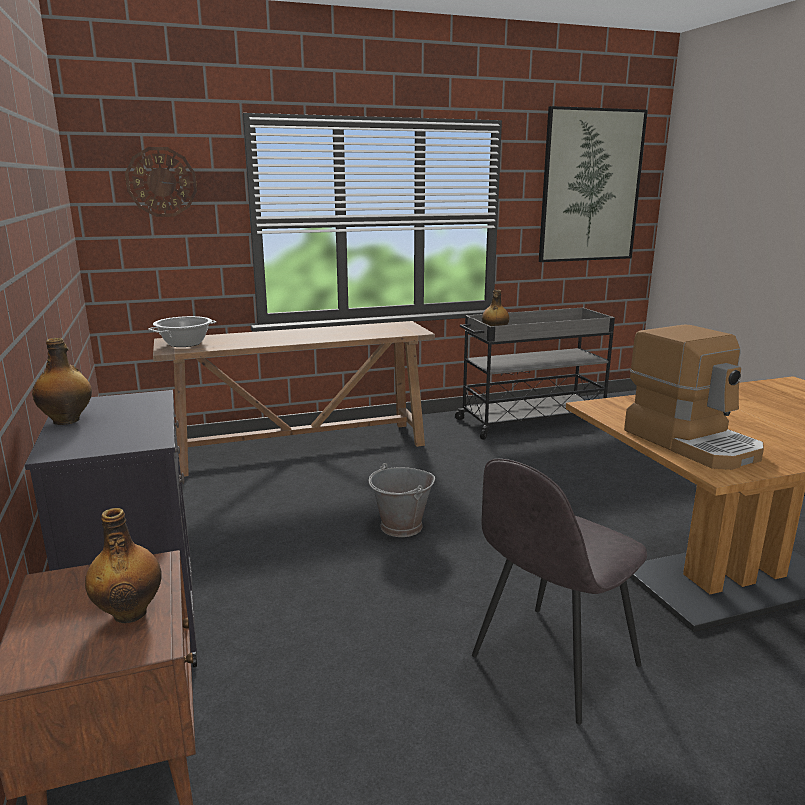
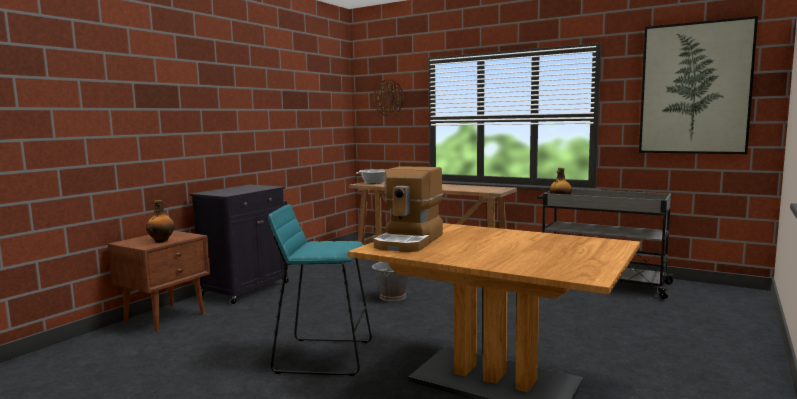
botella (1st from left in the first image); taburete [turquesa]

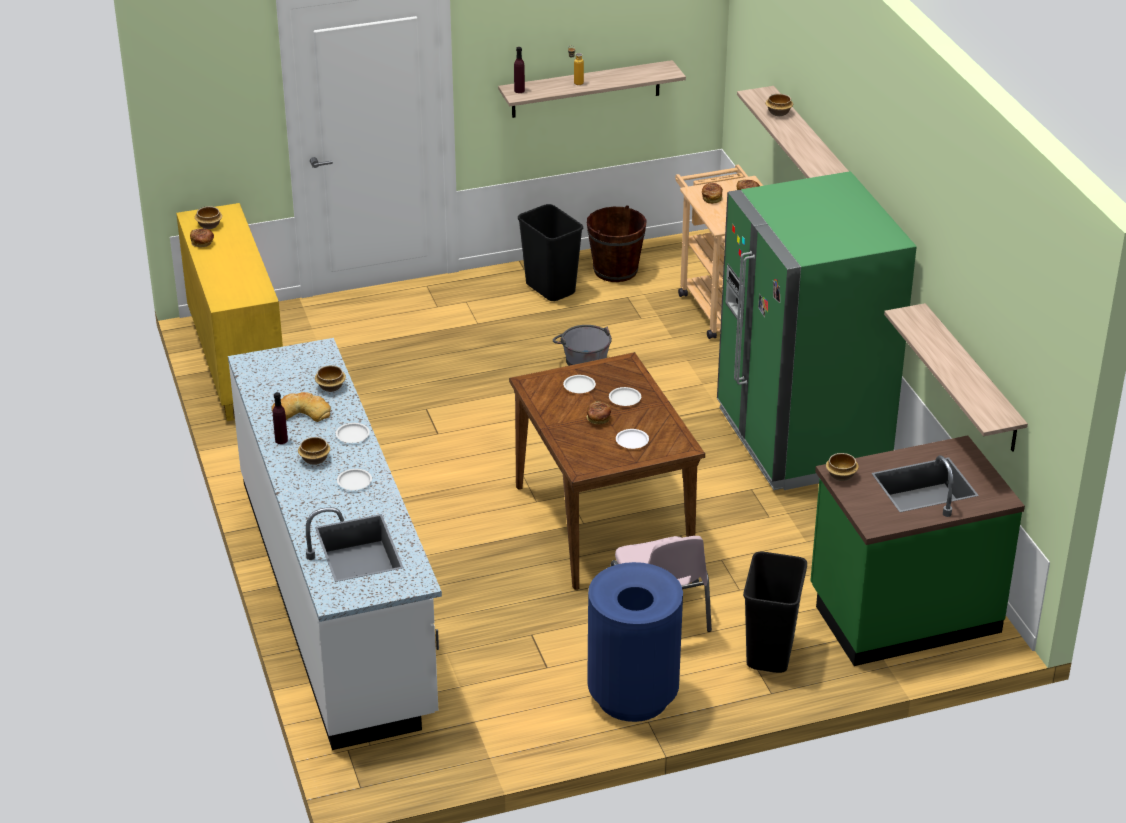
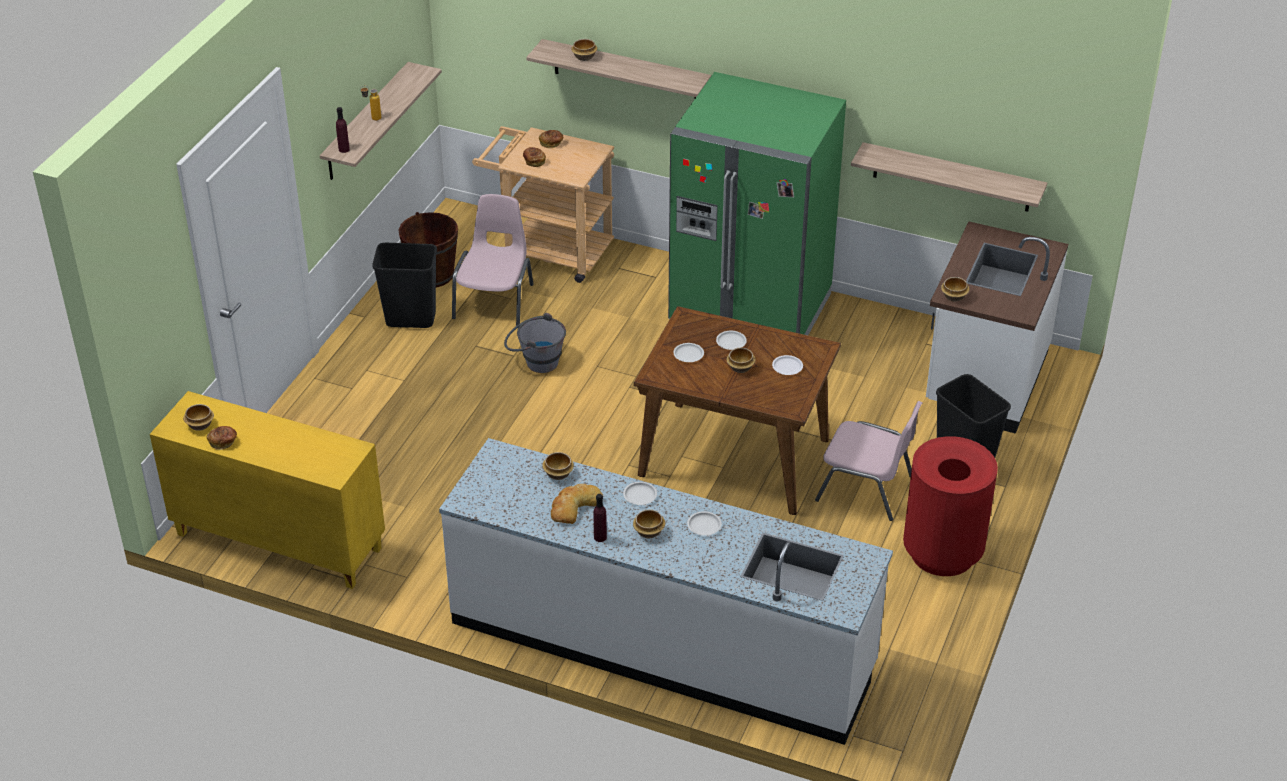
cuenco (5th from left); mueble bajo de cocina [blanco] (2nd from left); papelera [rojo]; silla [rosa] (1st from left)

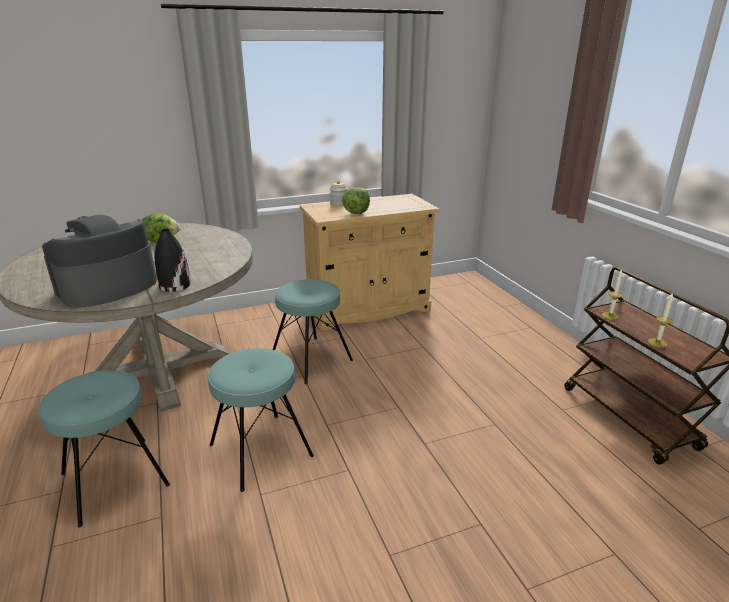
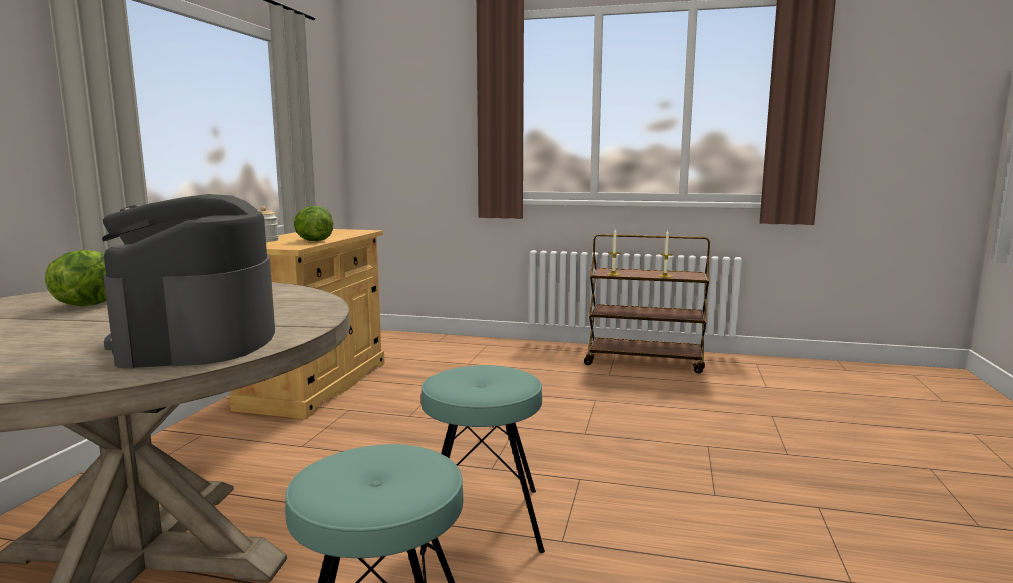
florero [negro]; taburete [turquesa] (3rd from left in the first image)

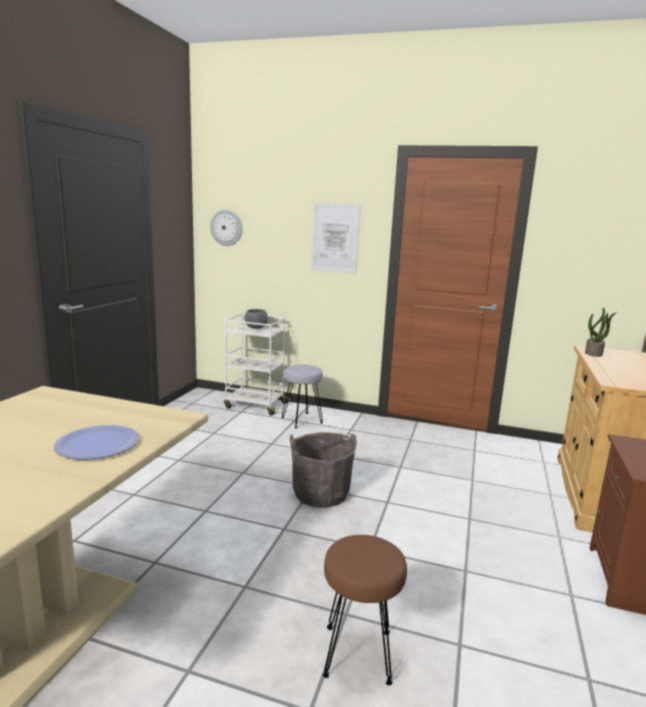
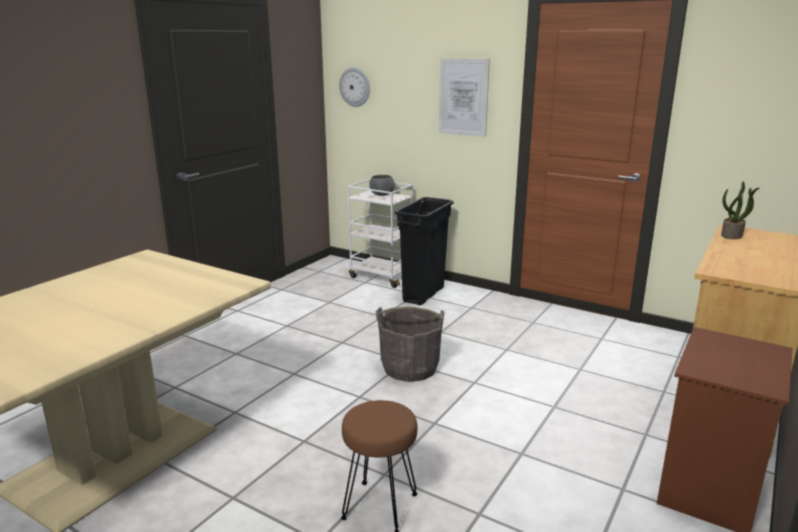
papelera [negro]; plato

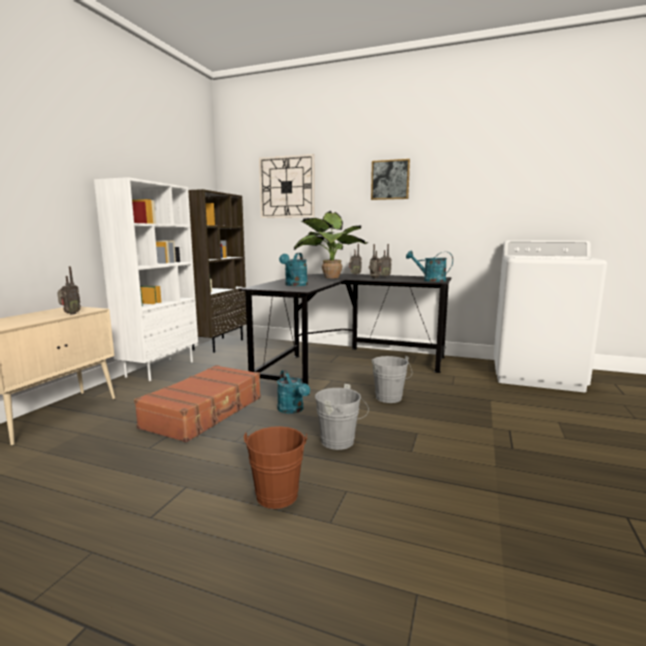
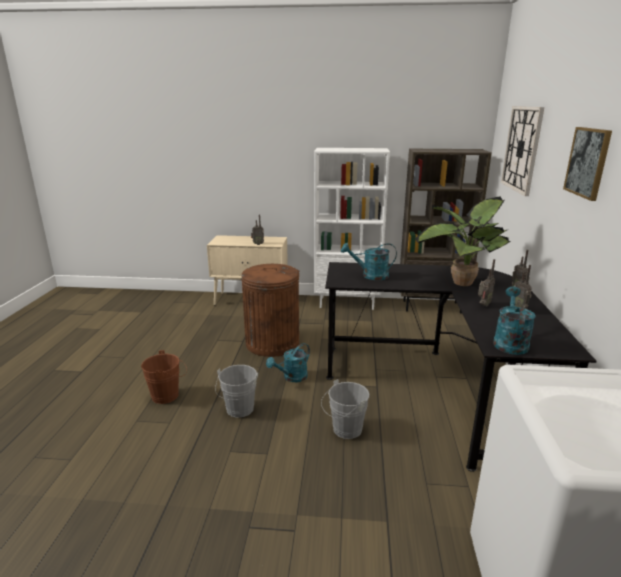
papelera [marrón]

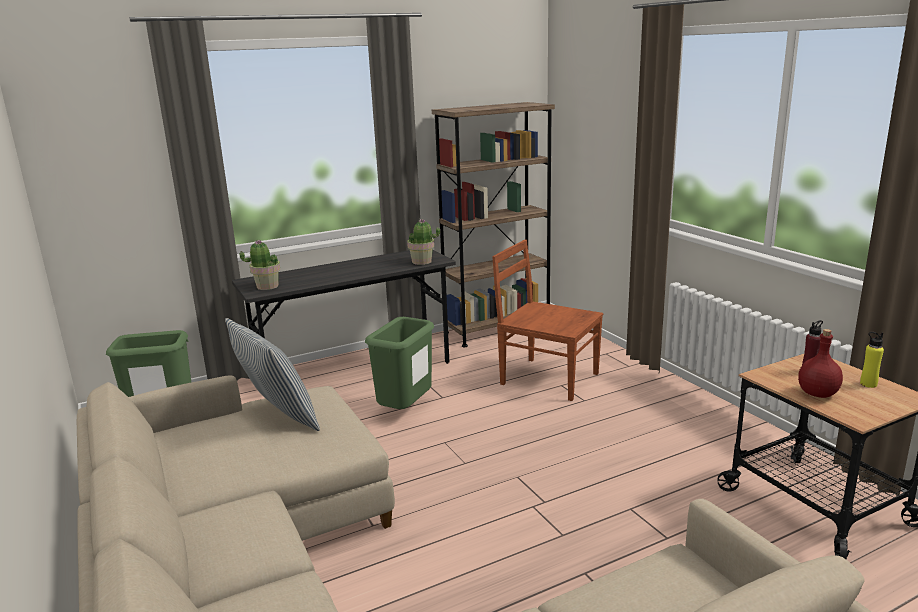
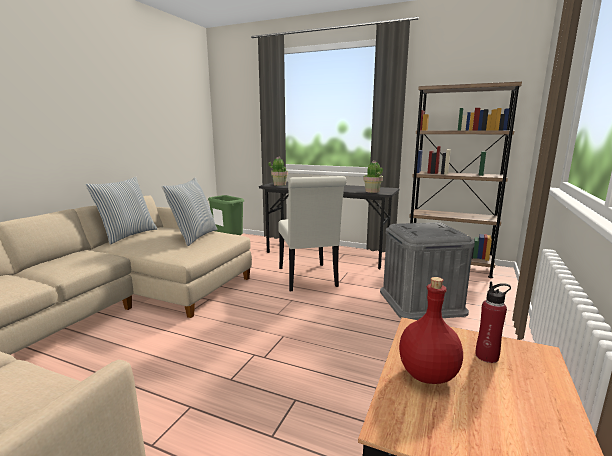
caja de almacenaje [gris]; silla [blanco]; botella [amarillo]; cojín (1st from left)

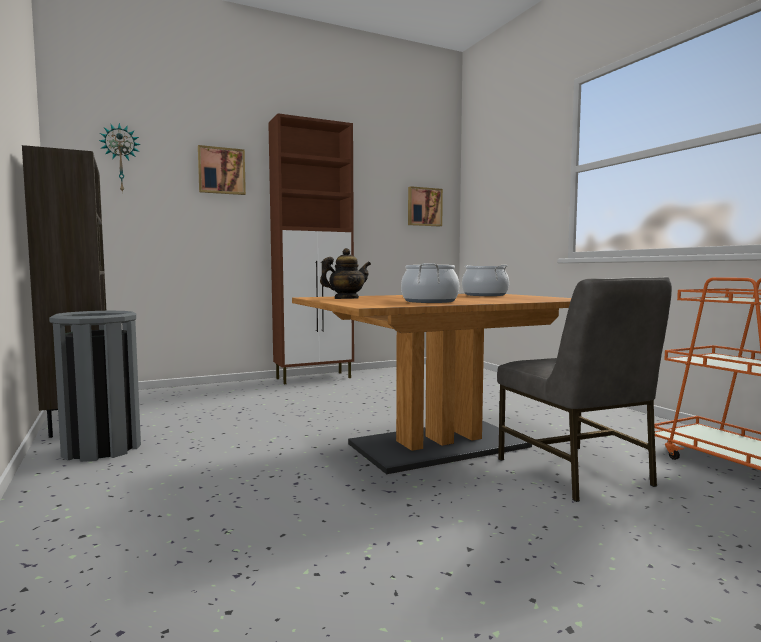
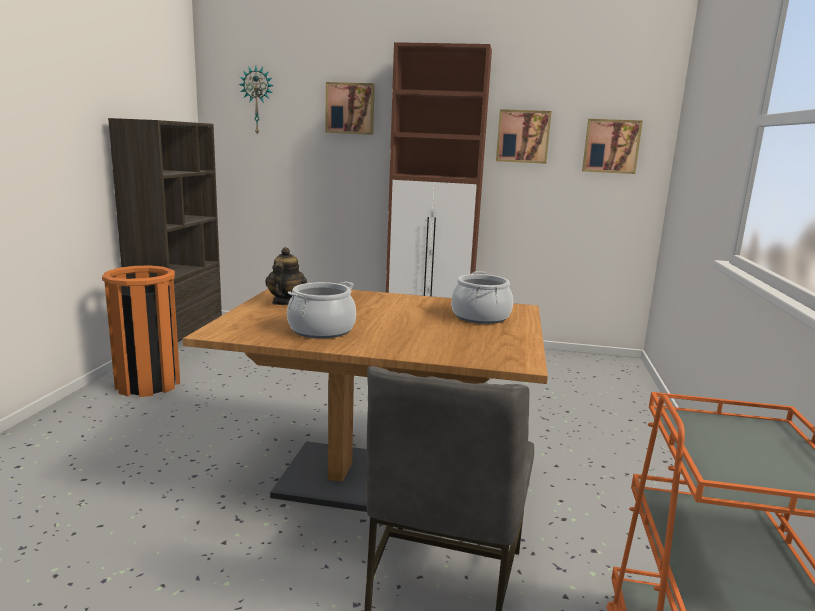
tetera; papelera [naranja]; cuadro (2nd from left)

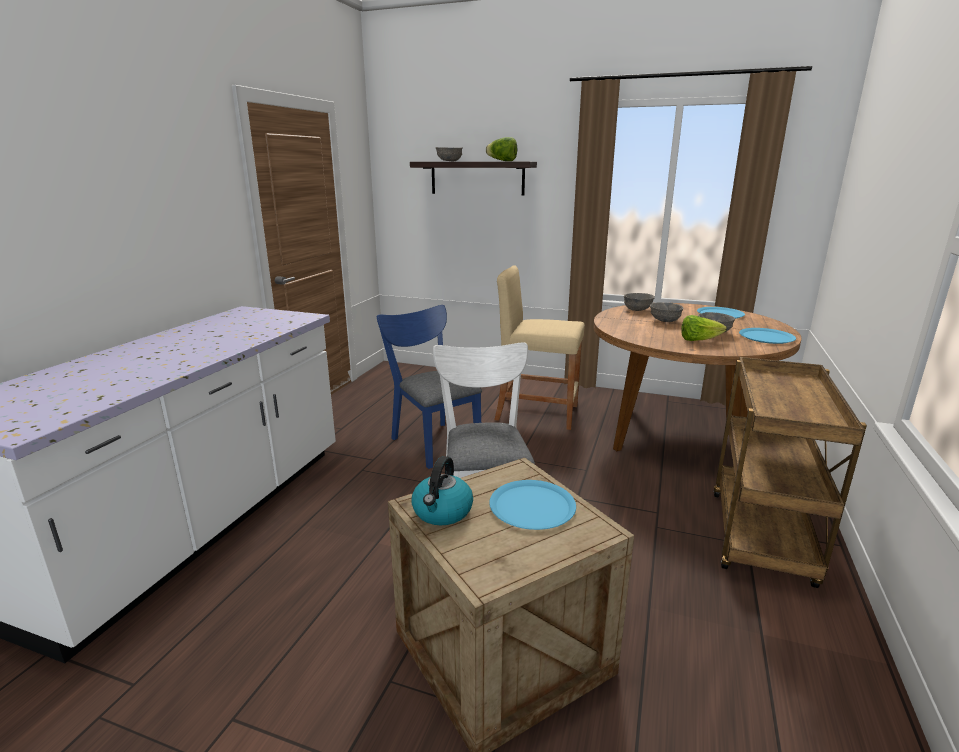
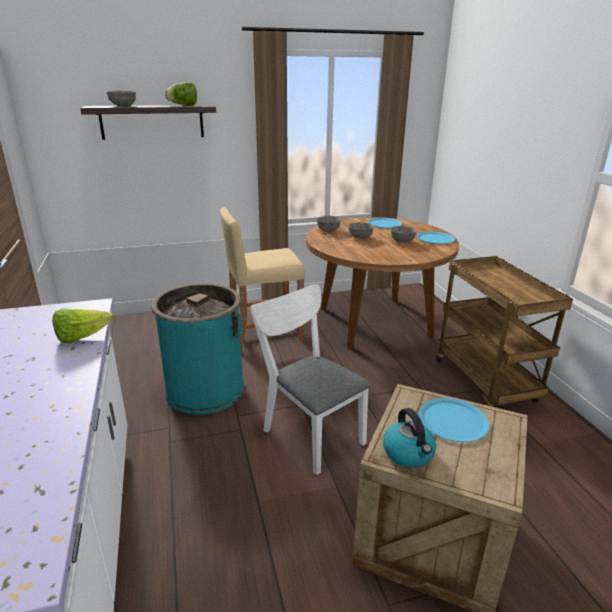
papelera [turquesa]; lechuga (1st from left)

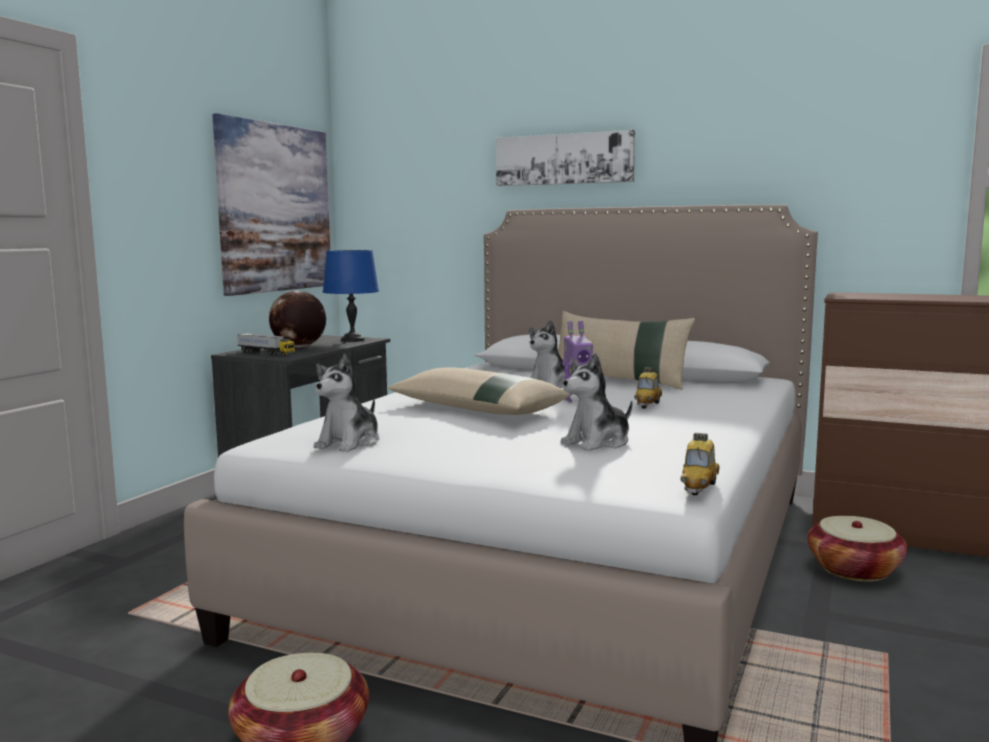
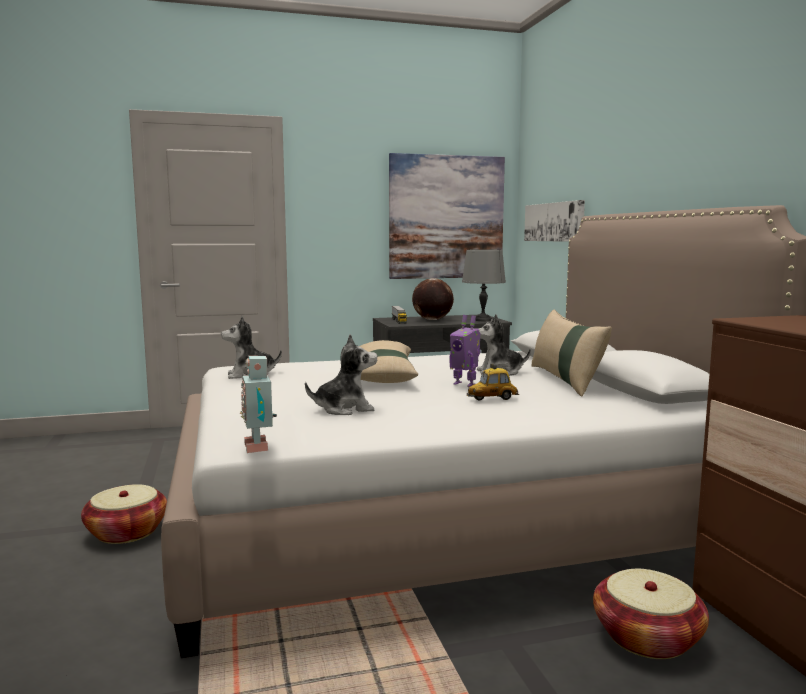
cuadro (2nd from left); lámpara de mesa [gris]; peluche (2nd from left); robot de juguete (1st from left)

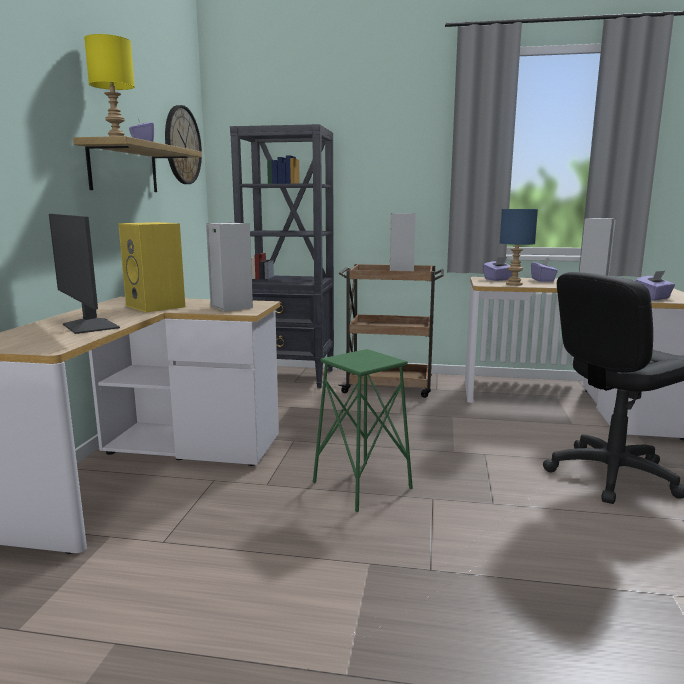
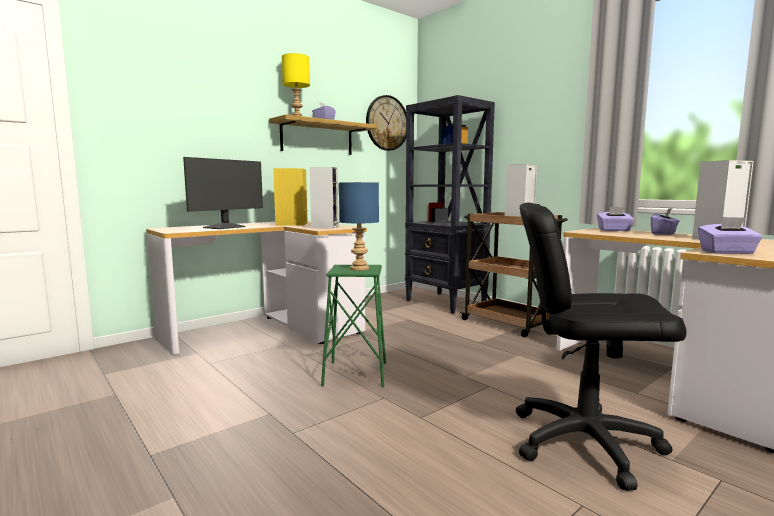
lámpara de mesa [azul]; monitor

